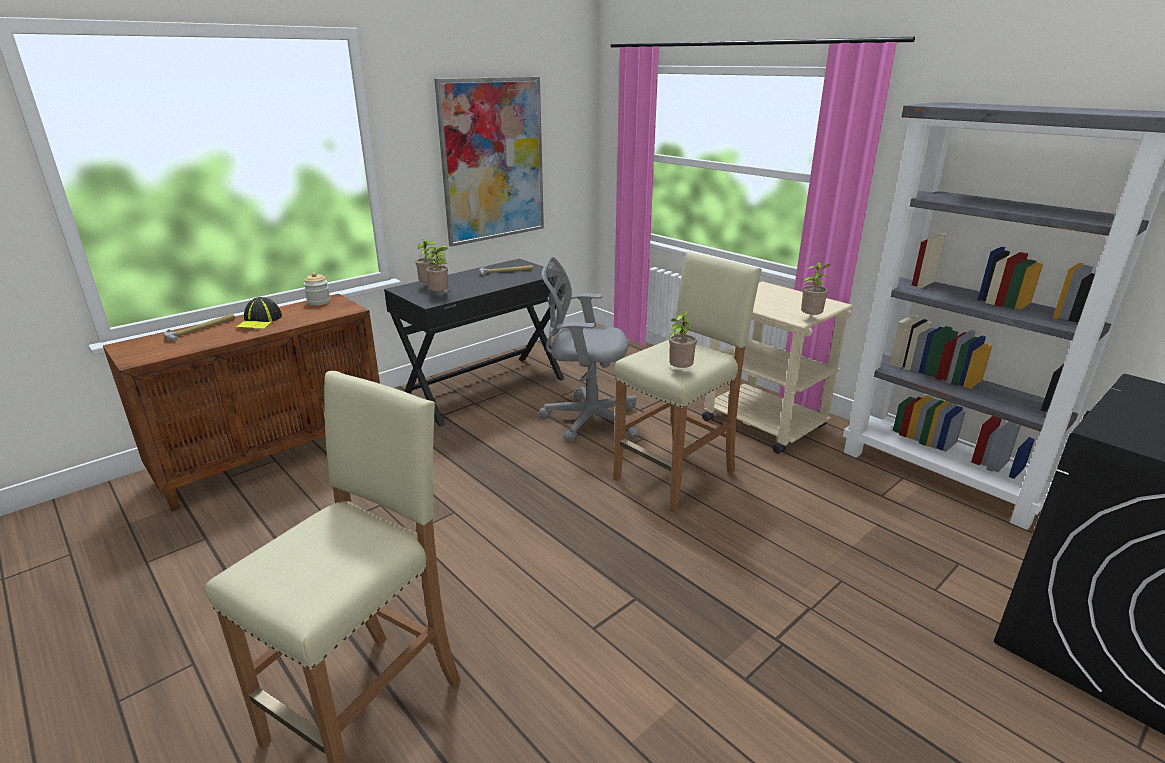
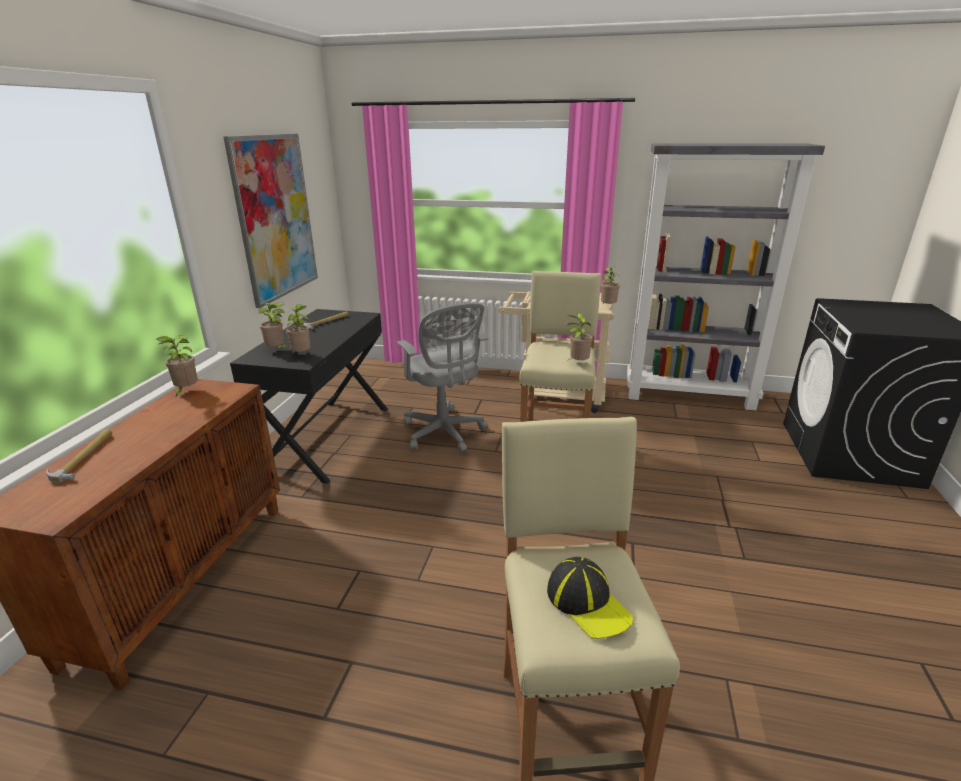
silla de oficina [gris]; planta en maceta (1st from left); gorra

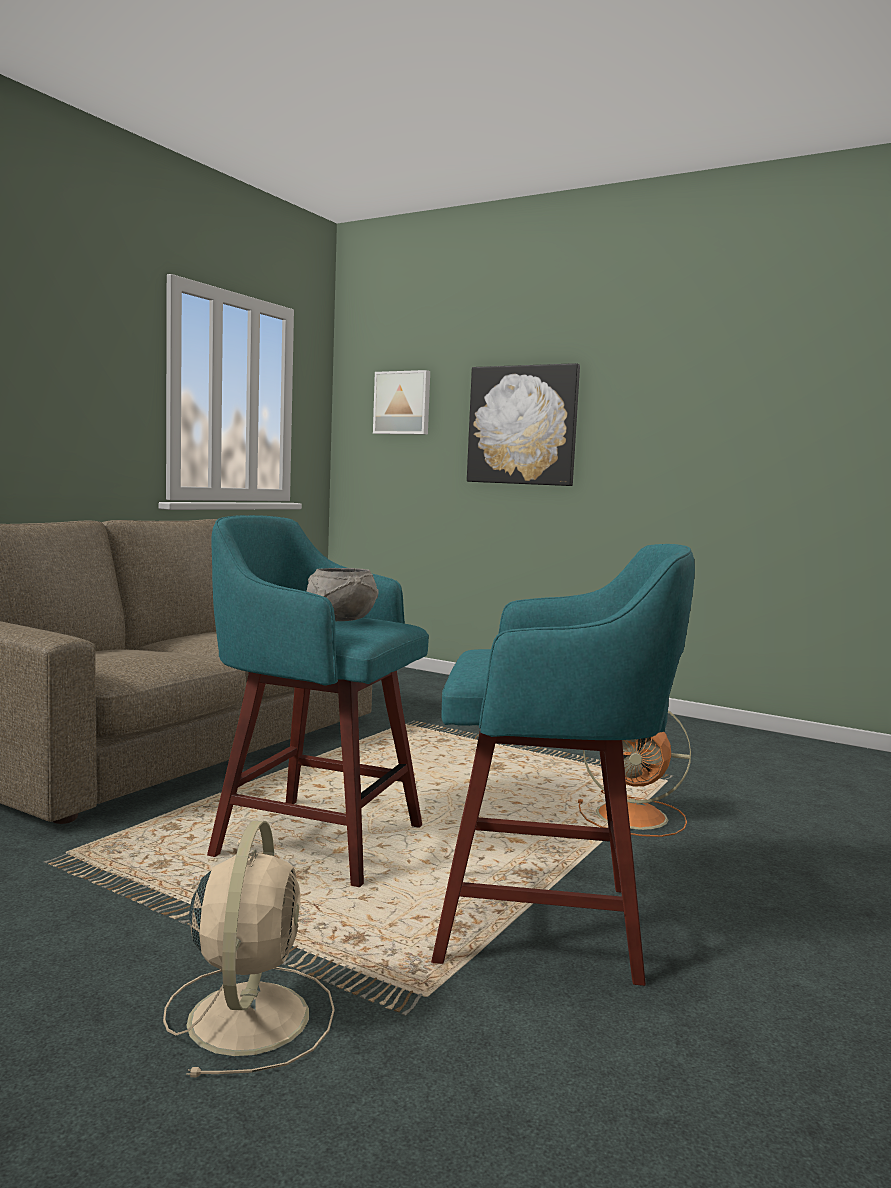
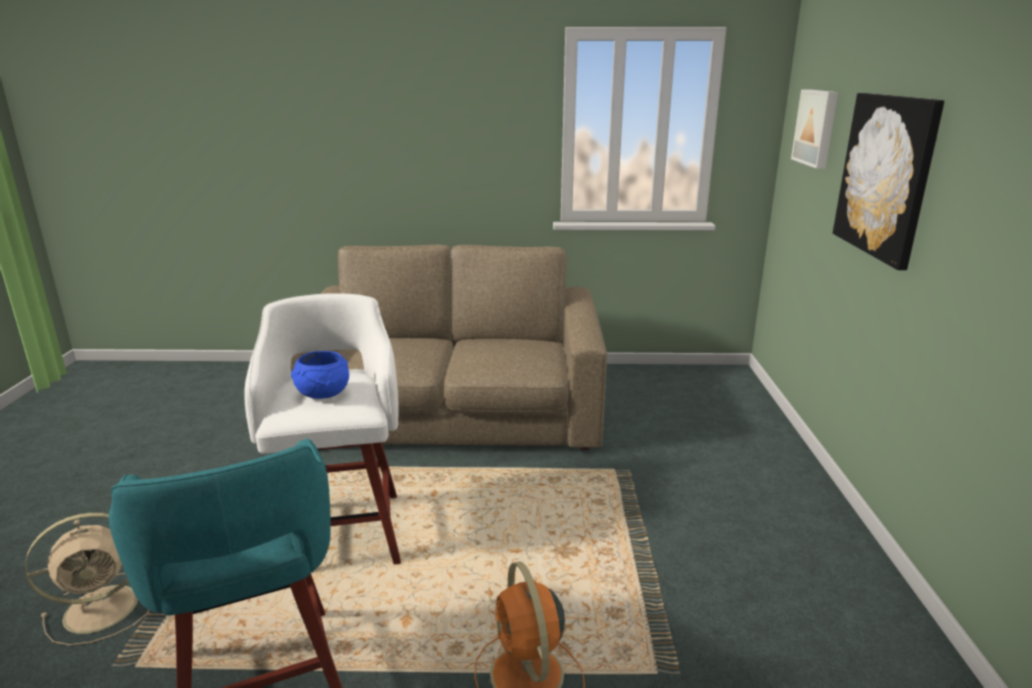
taburete [blanco]; cuenco [azul]

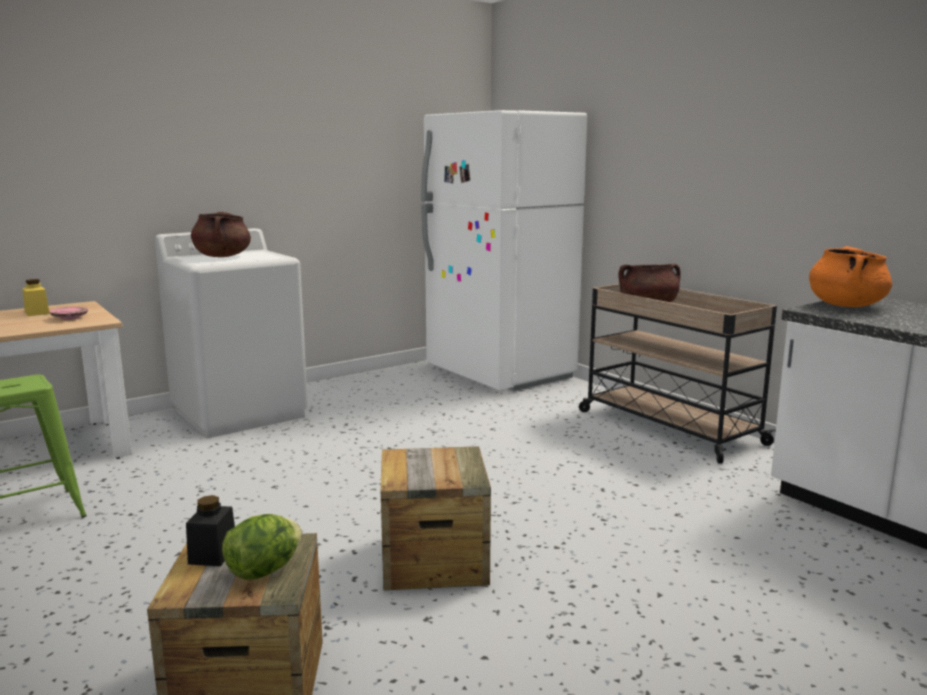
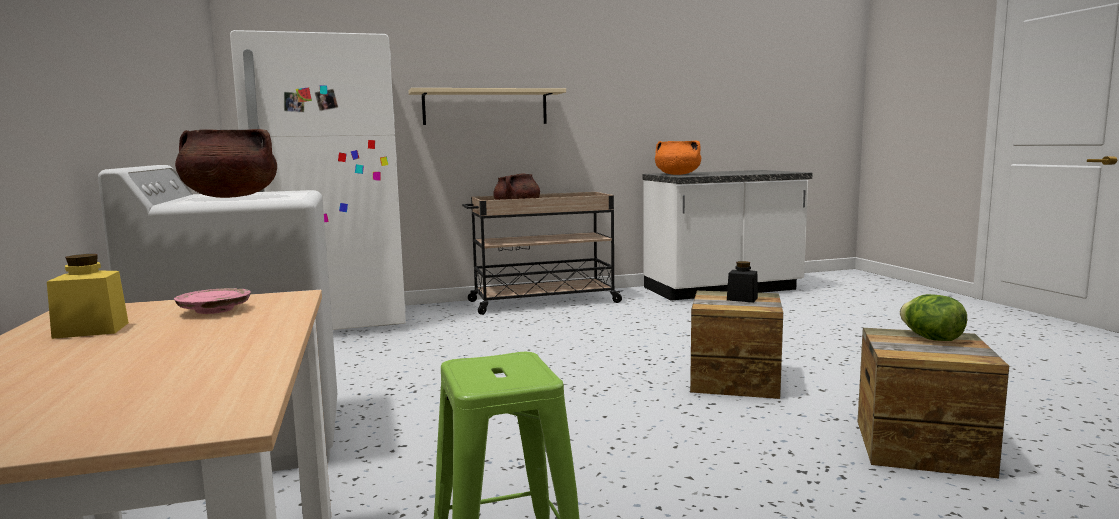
tarro [negro]; estante [beis]

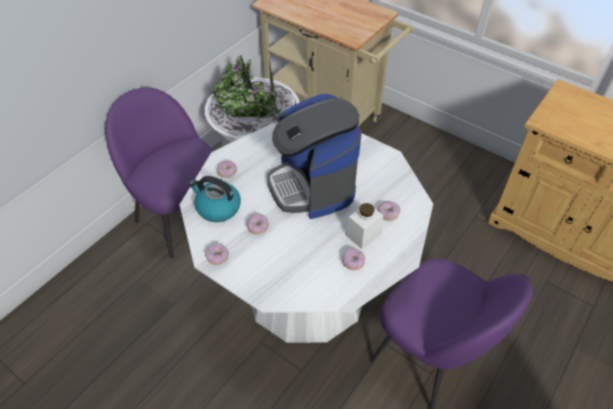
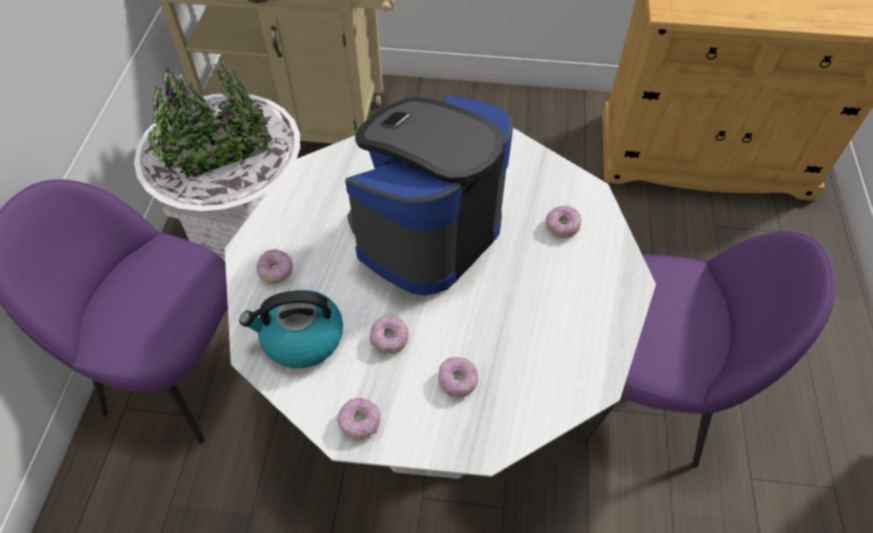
cafetera; tarro [blanco]; rosquilla (4th from left)

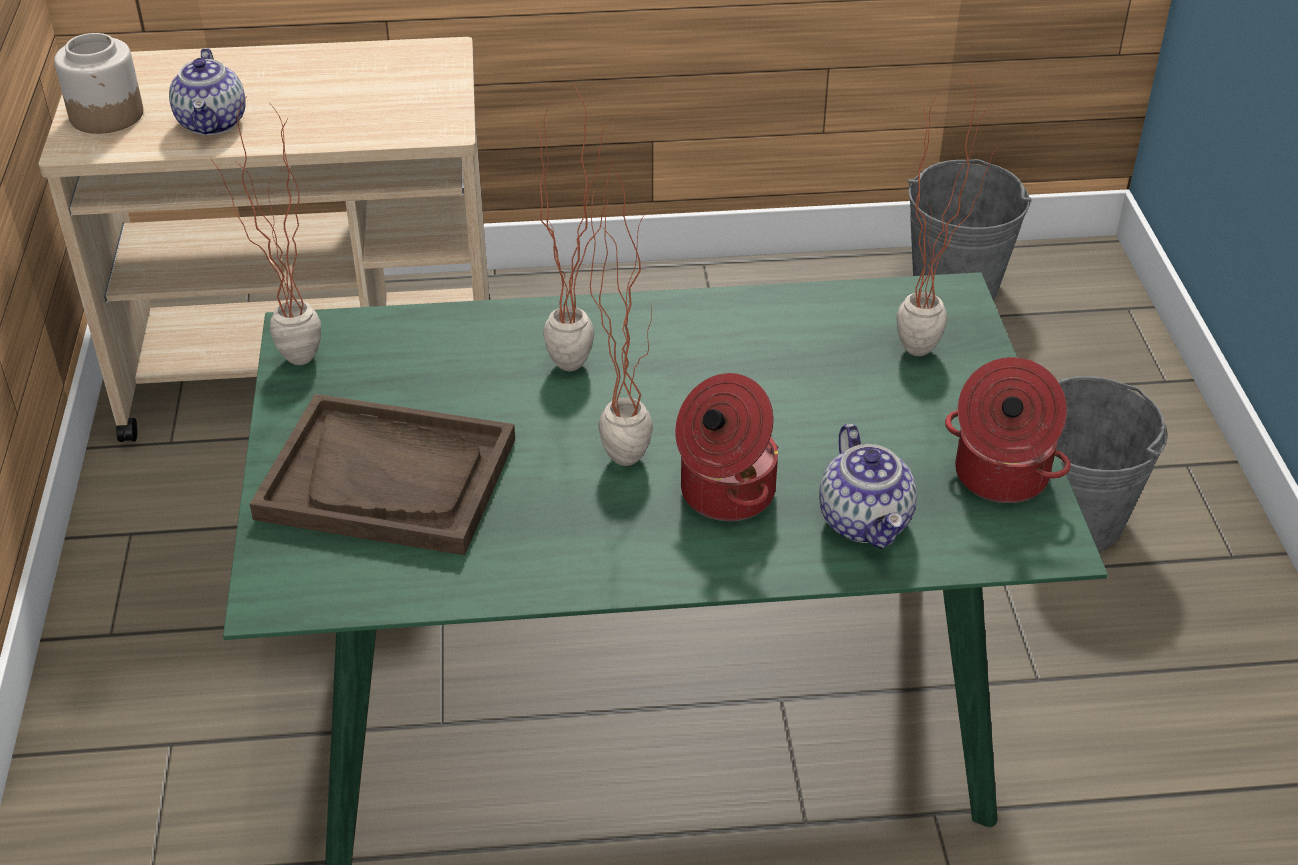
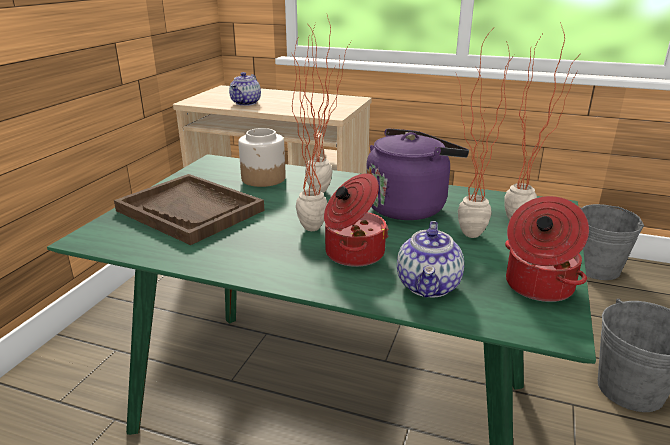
tarro; planta en maceta (3rd from left); hervidor [morado]

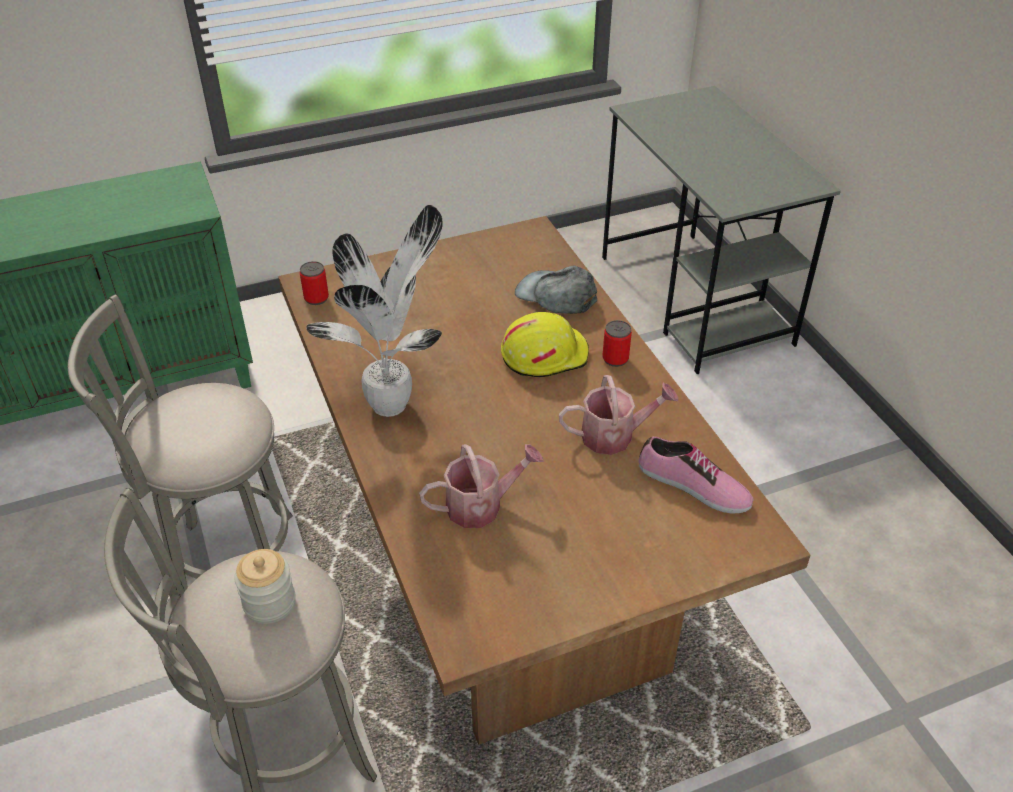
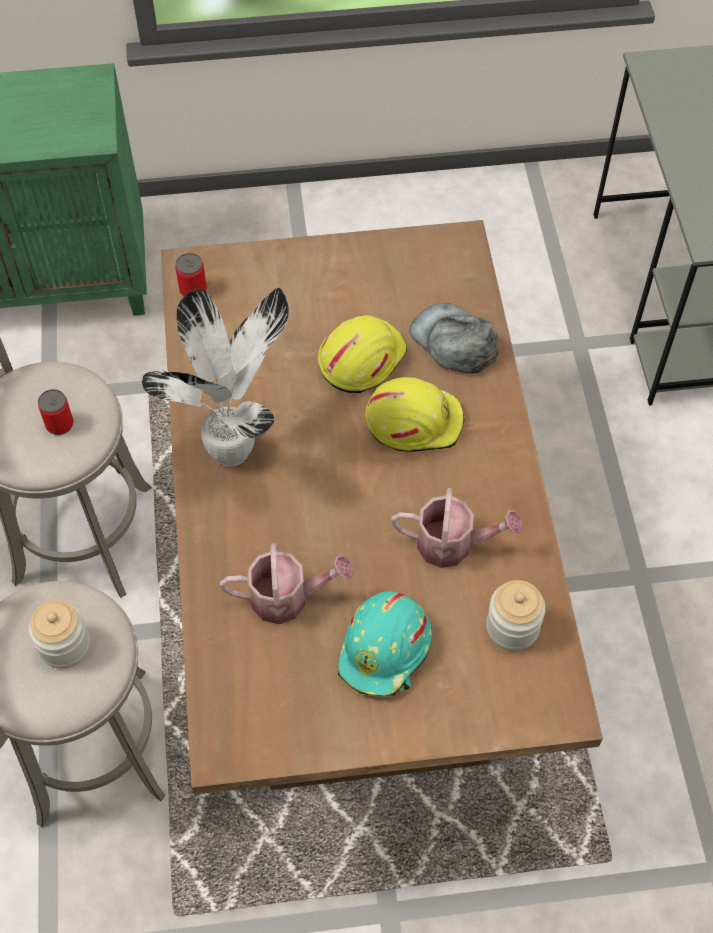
lata (1st from left); tarro (2nd from left); casco [amarillo] (1st from left); casco [turquesa]

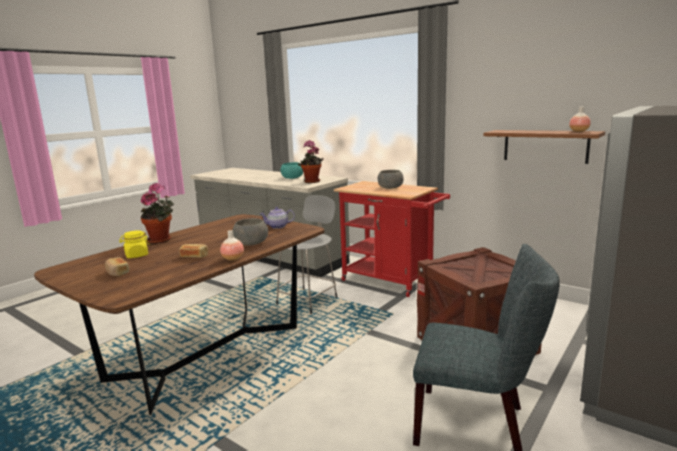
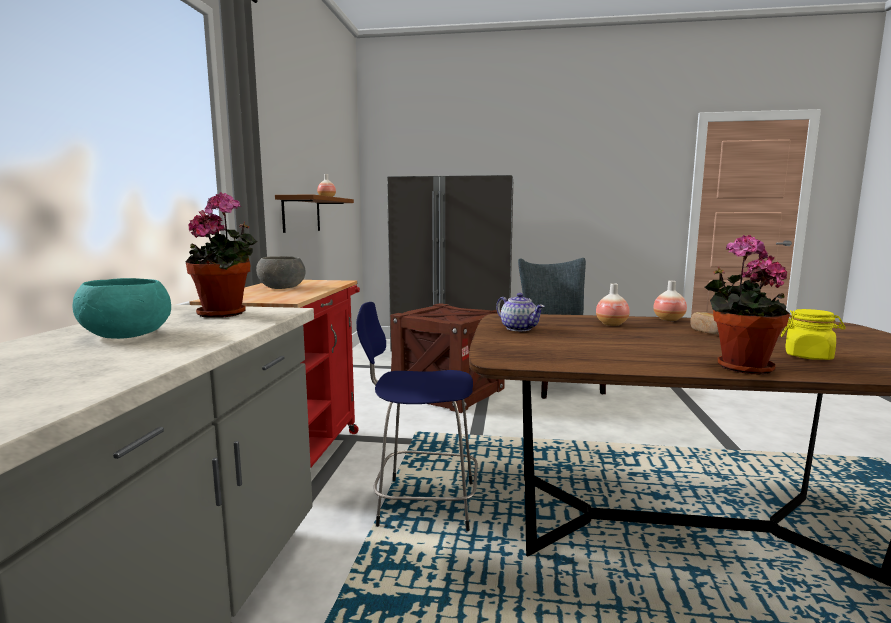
taburete [azul]; florero (2nd from left); pan (1st from left in the first image)

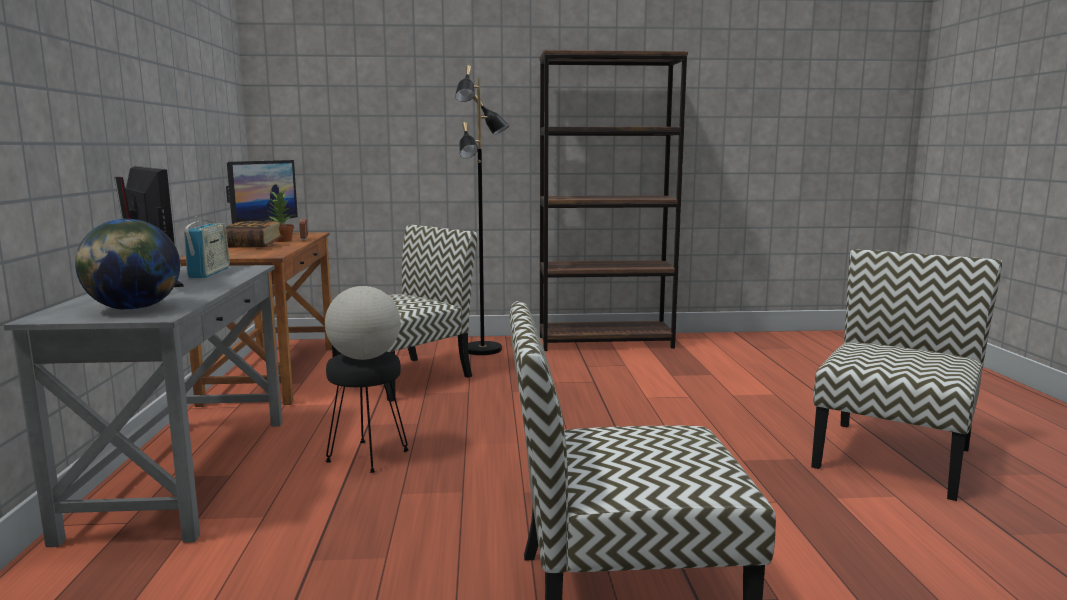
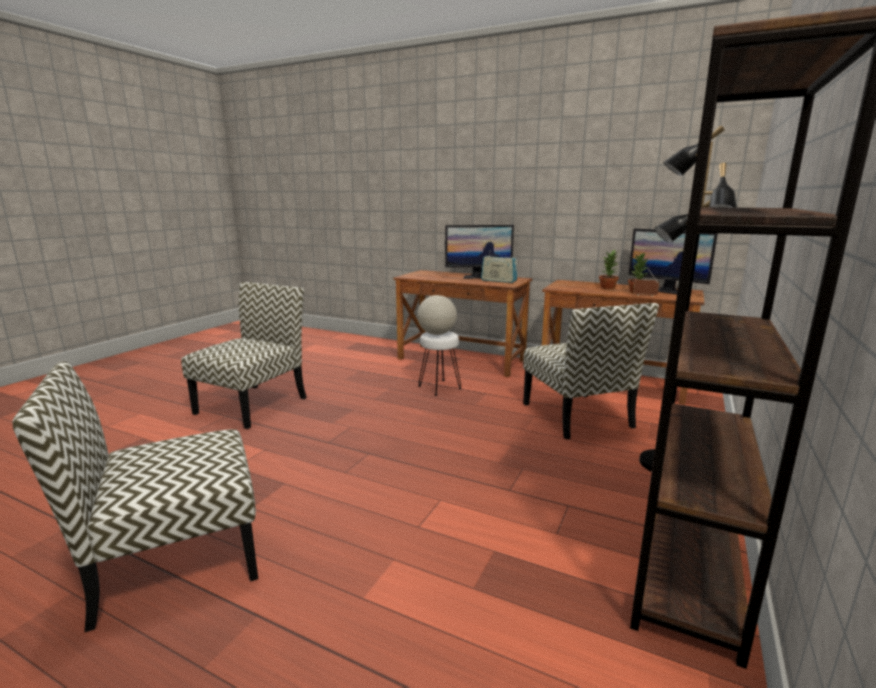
globo terráqueo (1st from left in the first image); planta en maceta (1st from left); silla (1st from left); escritorio [marrón] (1st from left); taburete [blanco]

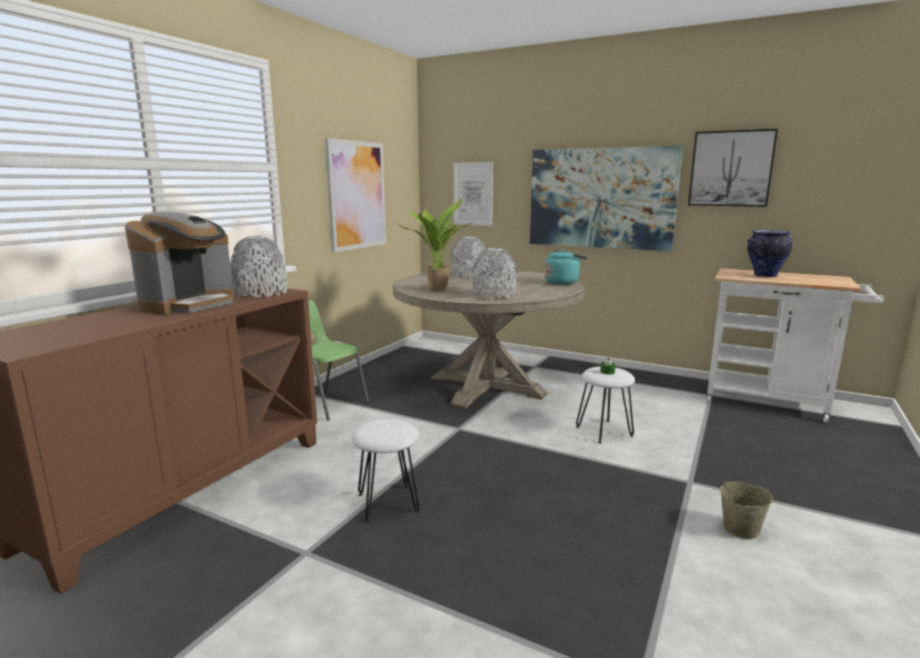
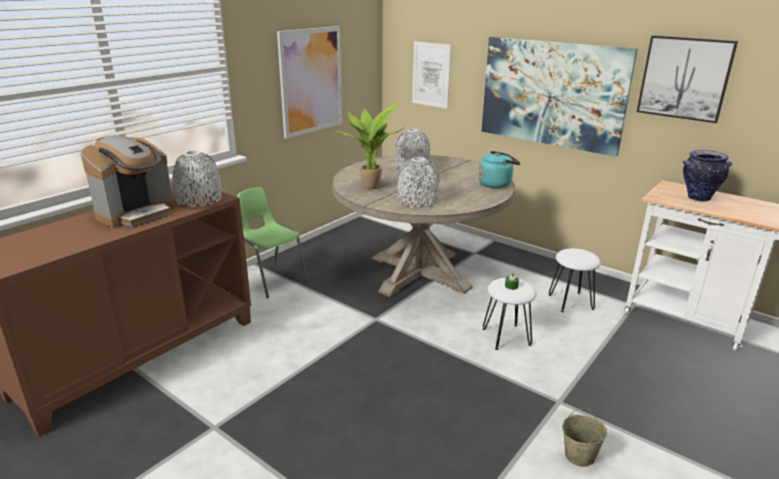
taburete [blanco] (2nd from left)

